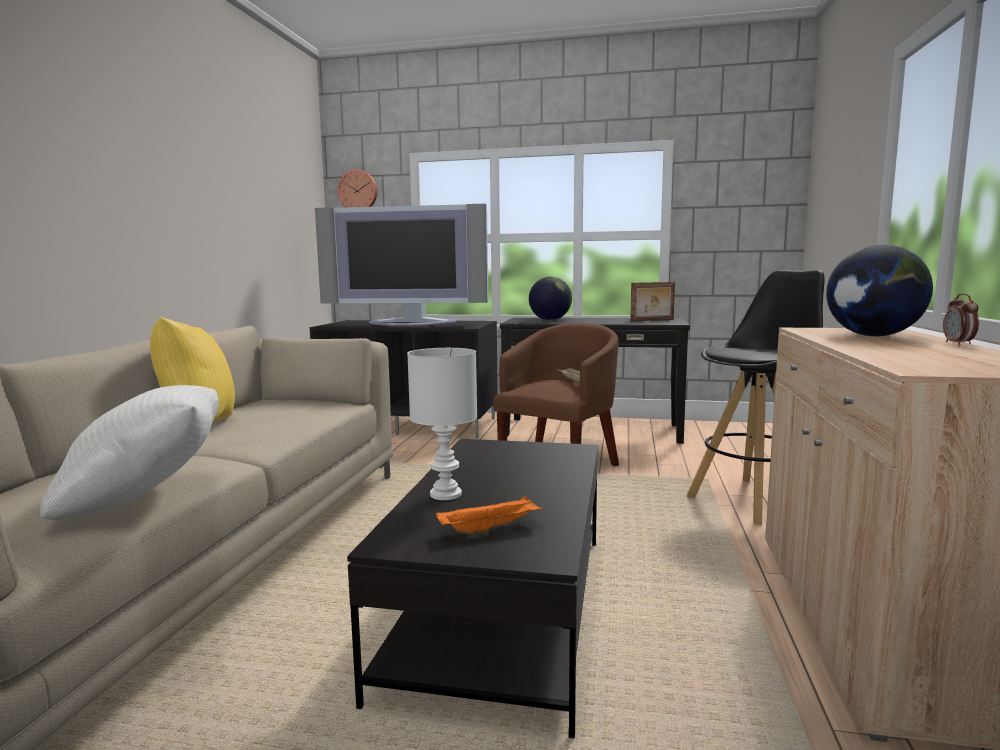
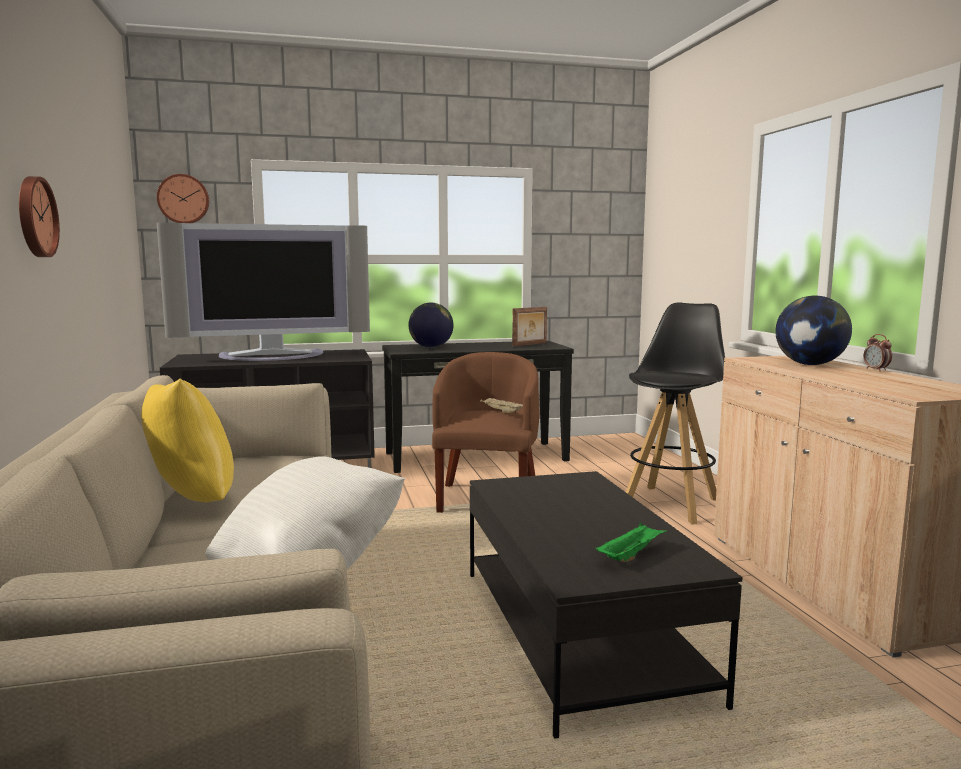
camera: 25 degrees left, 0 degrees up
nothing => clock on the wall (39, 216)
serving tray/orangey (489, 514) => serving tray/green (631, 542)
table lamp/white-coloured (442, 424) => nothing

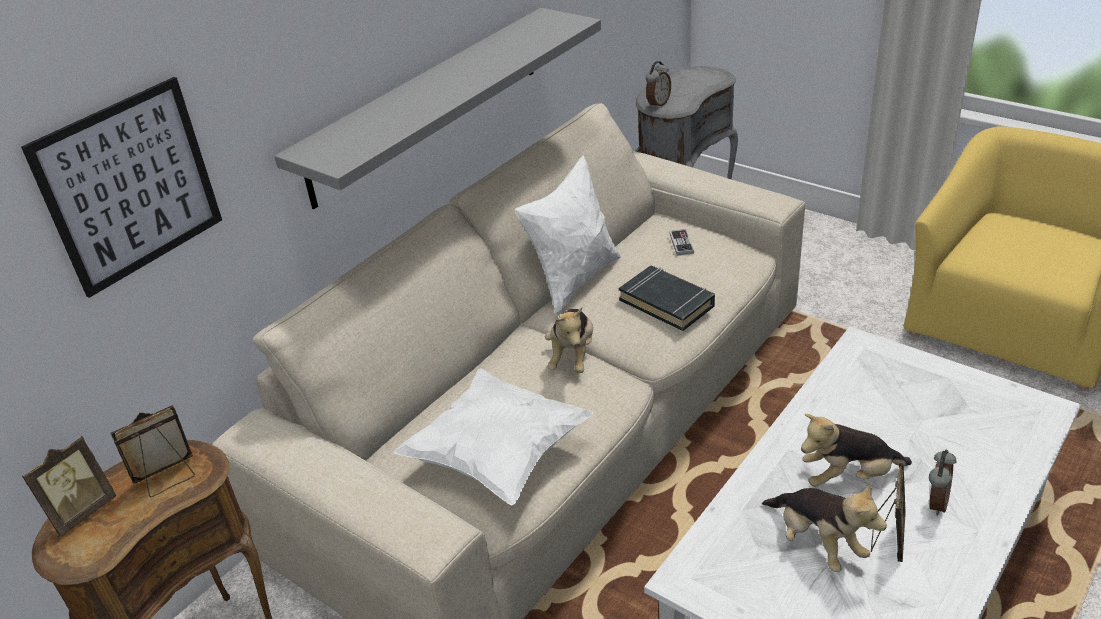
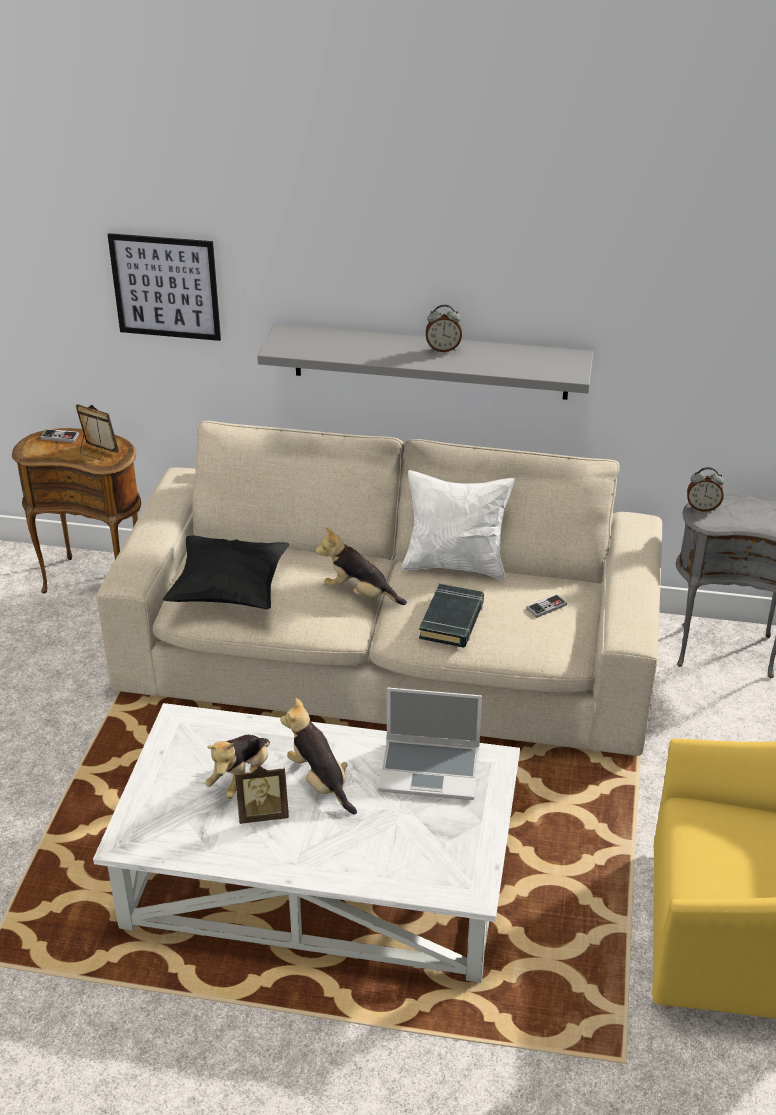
camera: 60 degrees right, 0 degrees up
picture frame (69, 486) => joypad (60, 436)
pillow/white-coloured (493, 436) => pillow/blackish (226, 572)
plush toy (569, 340) => plush toy (361, 566), 45 degrees clockwise
nothing => portable computer (430, 743)
table clock (942, 483) => table clock (444, 328), relocated

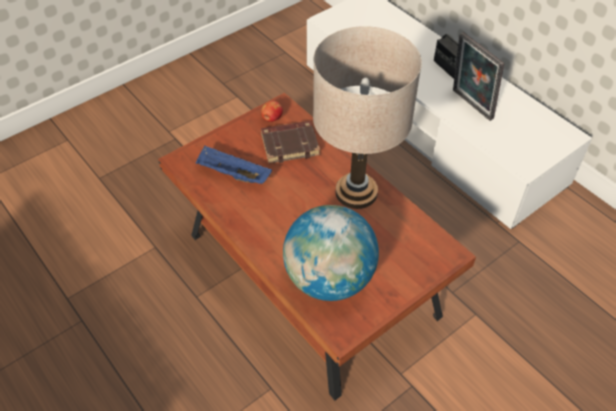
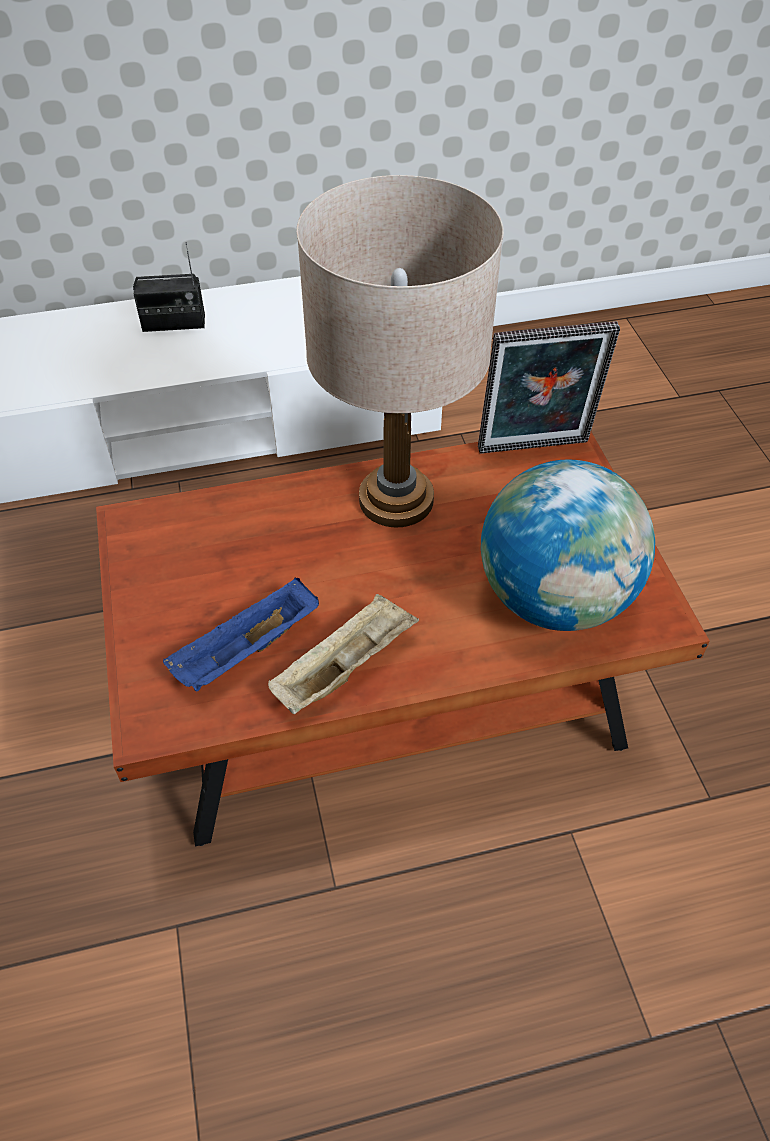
camera: 65 degrees left, 0 degrees up
nothing => serving tray/beige-coloured (343, 654)
picture frame (478, 76) => picture frame (549, 387), relocated
apple (272, 111) => nothing
bound book/brown-coloured (290, 142) => nothing

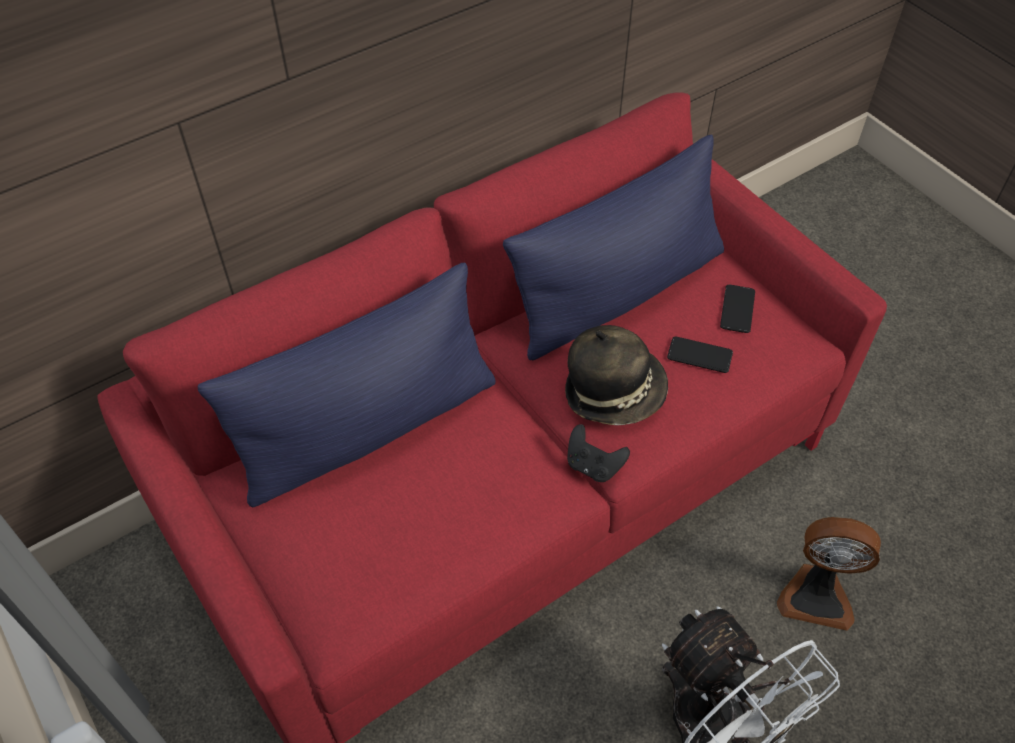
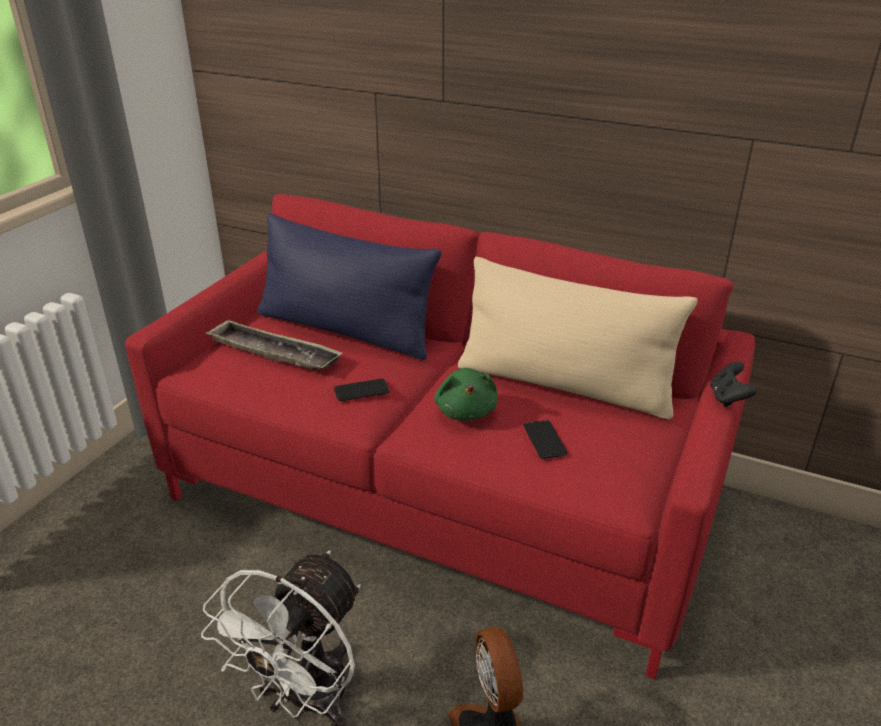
camera: 60 degrees right, 20 degrees down
nothing => serving tray (274, 345)
handset (737, 309) => handset (362, 390), relocated
wearable hat (616, 375) => plush toy/green (466, 394)
pillow/blue (613, 247) => pillow/beige-coloured (578, 338)
joypad/blackish (598, 453) => joypad/blackish (733, 384), relocated

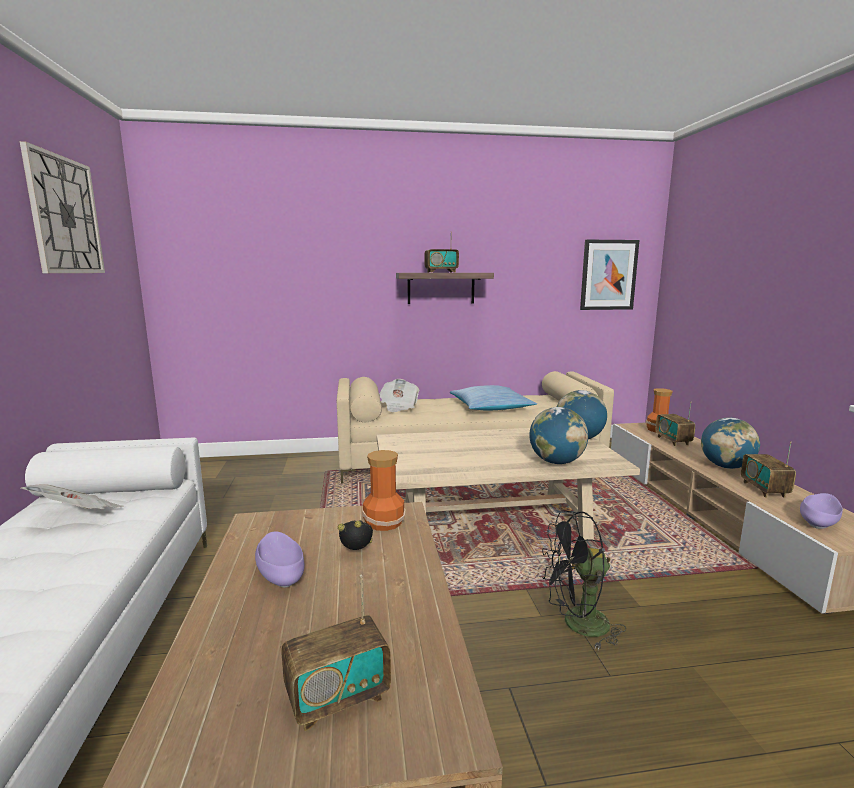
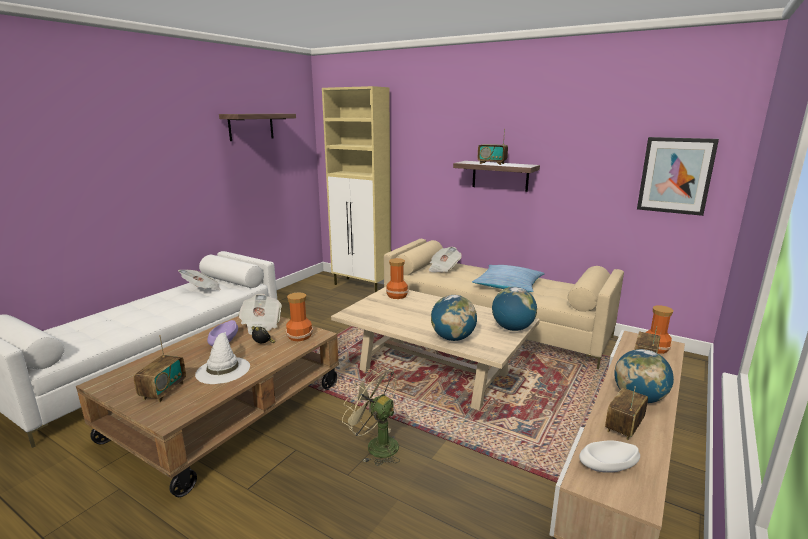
camera: 40 degrees right, 5 degrees up
radio set (336, 653) => radio set (160, 368), 90 degrees counterclockwise
nothing => wearable hat/white-coloured (222, 358)
clock on the wall (62, 207) => shelf (257, 127)
nothing => daily paper (260, 314)
nothing => cabinet/beige-coloured (356, 189)
fan/blackish (584, 580) => fan/beige-coloured (371, 415)
nothing => decorative vase (397, 278)
bowl/purple (821, 511) => bowl/white-coloured (609, 457)

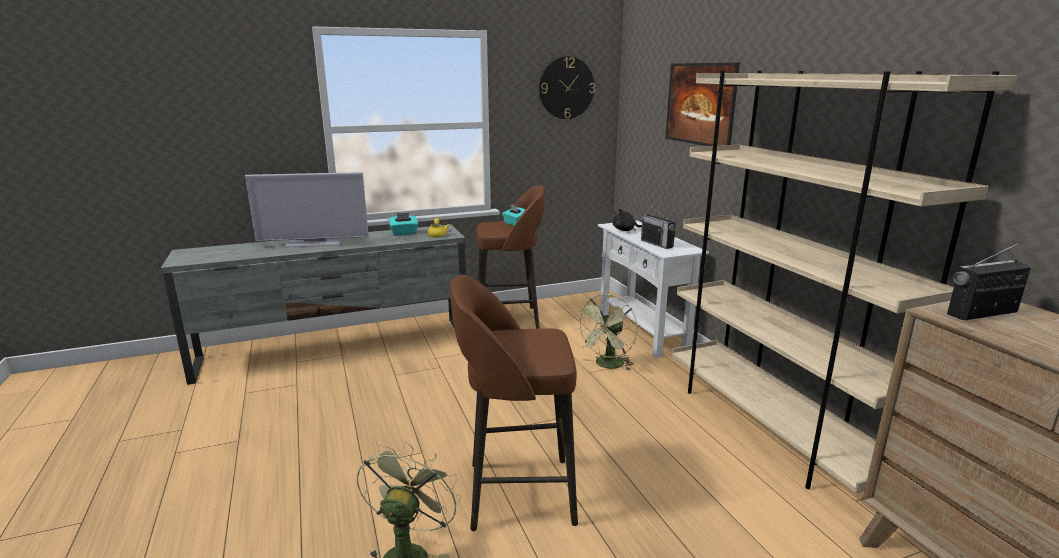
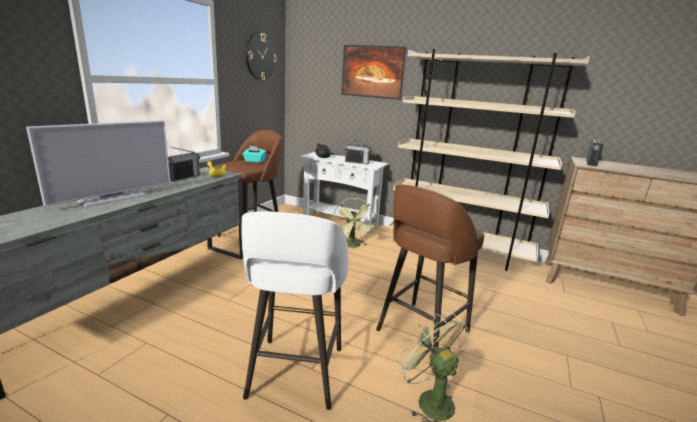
camera: 45 degrees left, 0 degrees up
tissue box/turquoise-coloured (403, 224) => radio set (184, 164)
nothing => stool/white-coloured (295, 310)

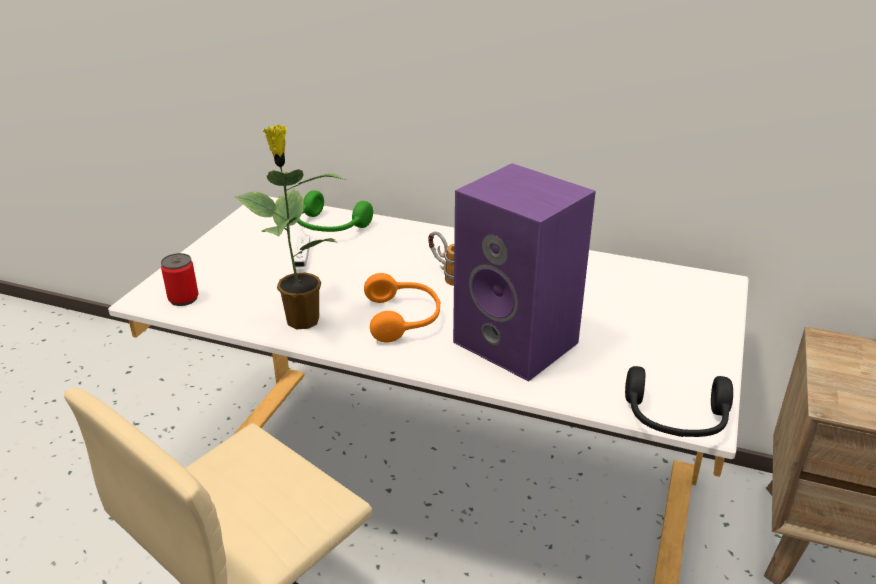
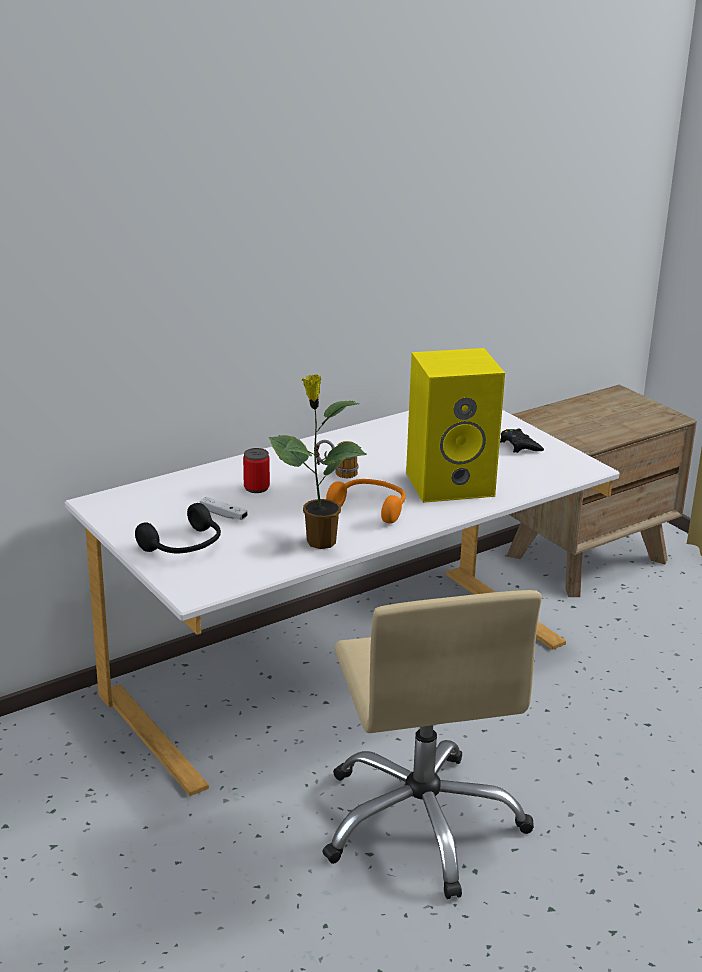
camera: 55 degrees left, 5 degrees down
headphones/blackish (679, 401) => headphones/blackish (178, 528), relocated
sealed can (179, 279) => sealed can (256, 470), relocated
speaker/purple (524, 272) => speaker/yellow-coloured (455, 425)
nothing => joypad/blackish (522, 441)
headphones/green (335, 211) => nothing

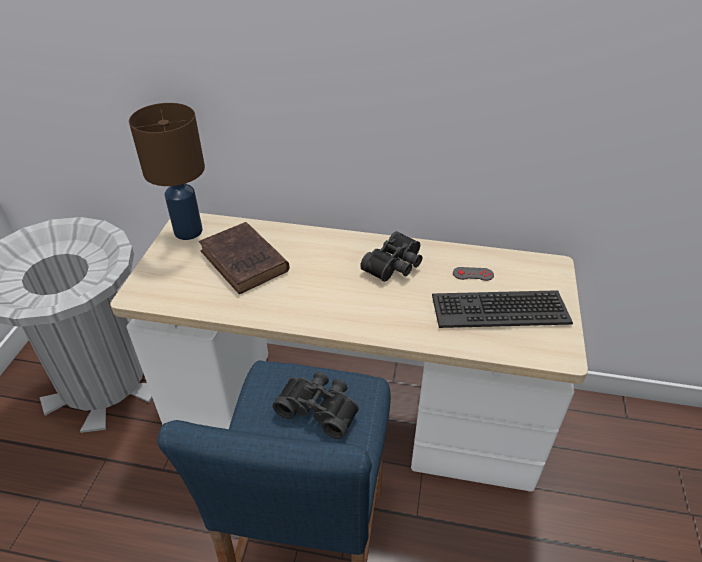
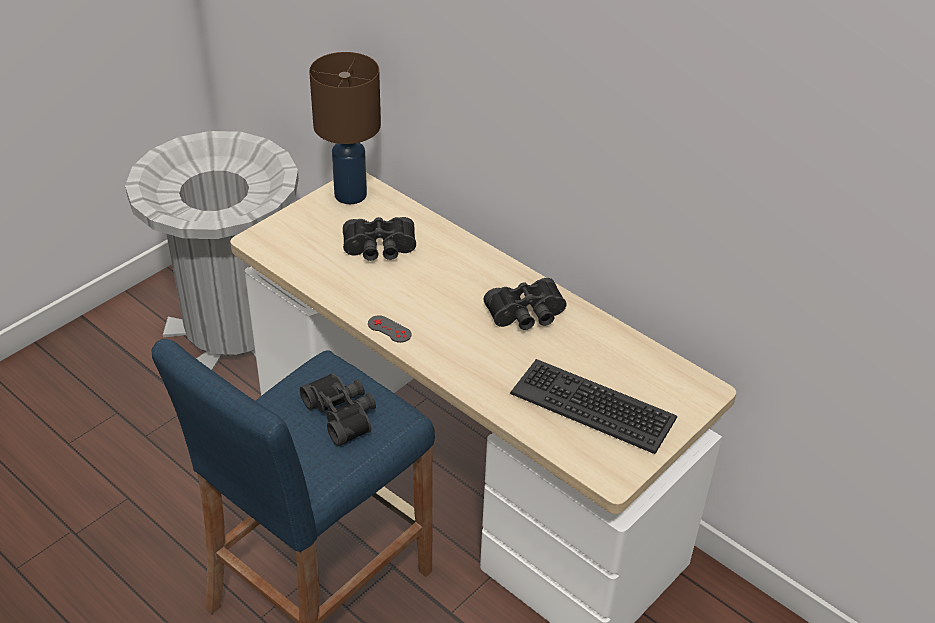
camera: 30 degrees right, 0 degrees up
bound book/brown-coloured (244, 258) => field glasses/blackish (379, 239)
joypad/greyish (473, 274) => joypad/greyish (389, 329), relocated

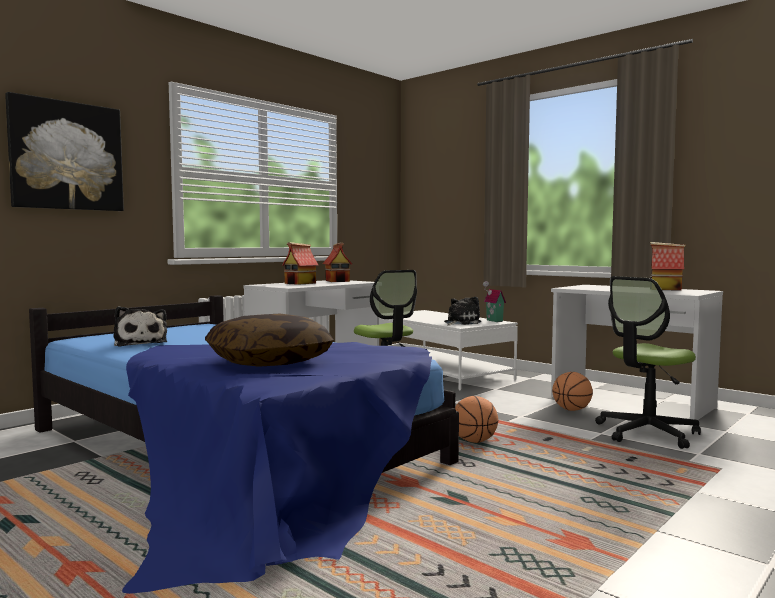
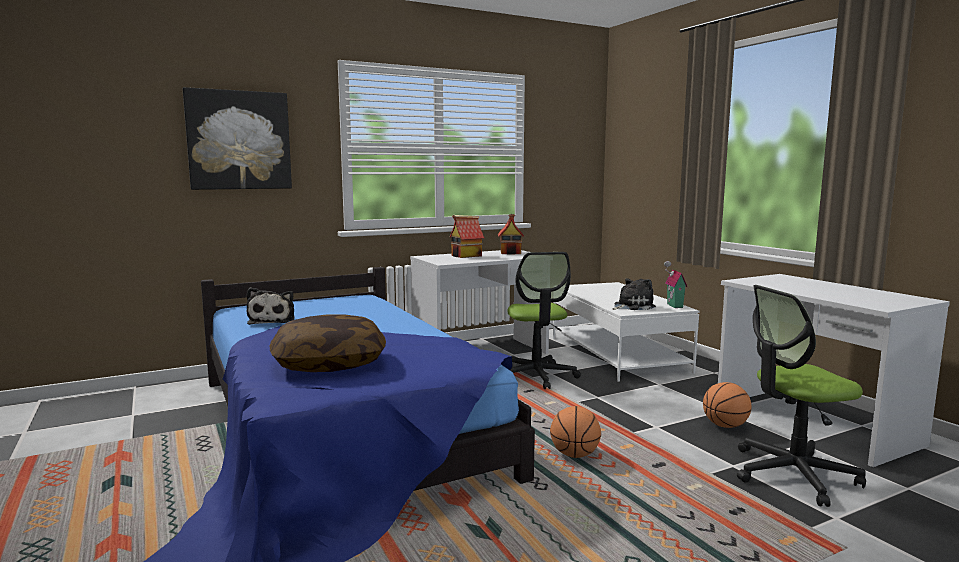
camera: 20 degrees right, 5 degrees up
miniature house (667, 266) => nothing

